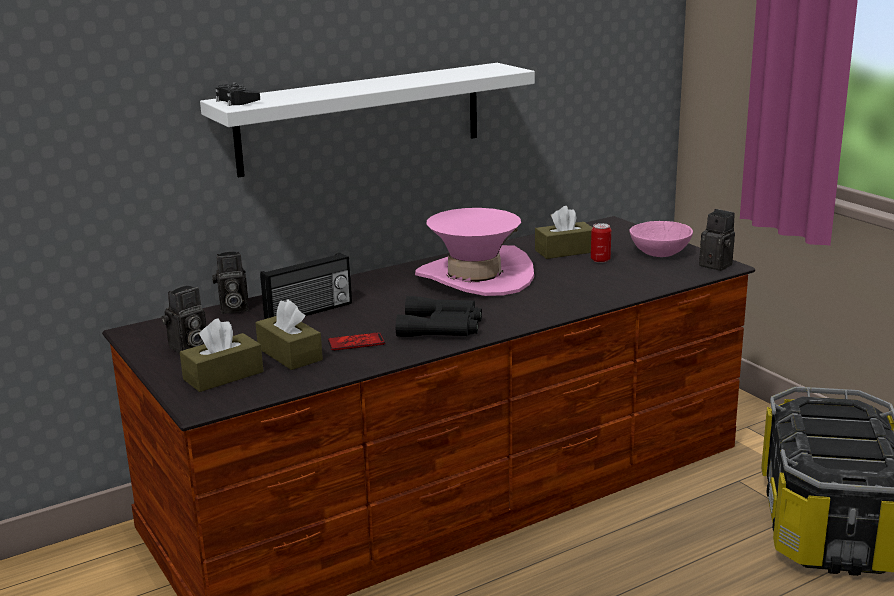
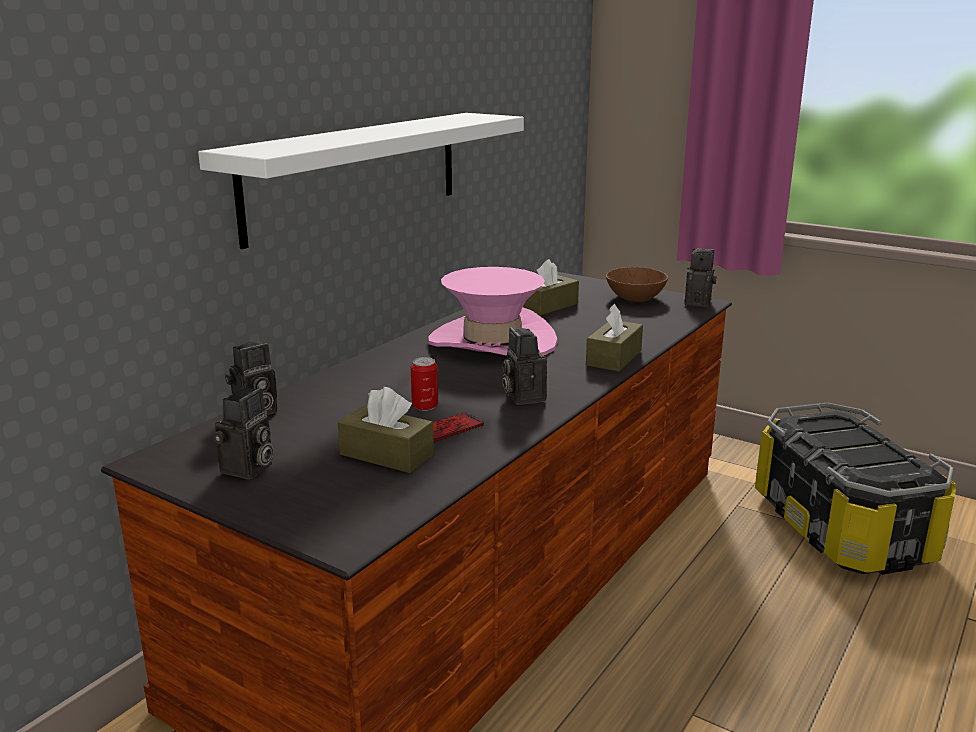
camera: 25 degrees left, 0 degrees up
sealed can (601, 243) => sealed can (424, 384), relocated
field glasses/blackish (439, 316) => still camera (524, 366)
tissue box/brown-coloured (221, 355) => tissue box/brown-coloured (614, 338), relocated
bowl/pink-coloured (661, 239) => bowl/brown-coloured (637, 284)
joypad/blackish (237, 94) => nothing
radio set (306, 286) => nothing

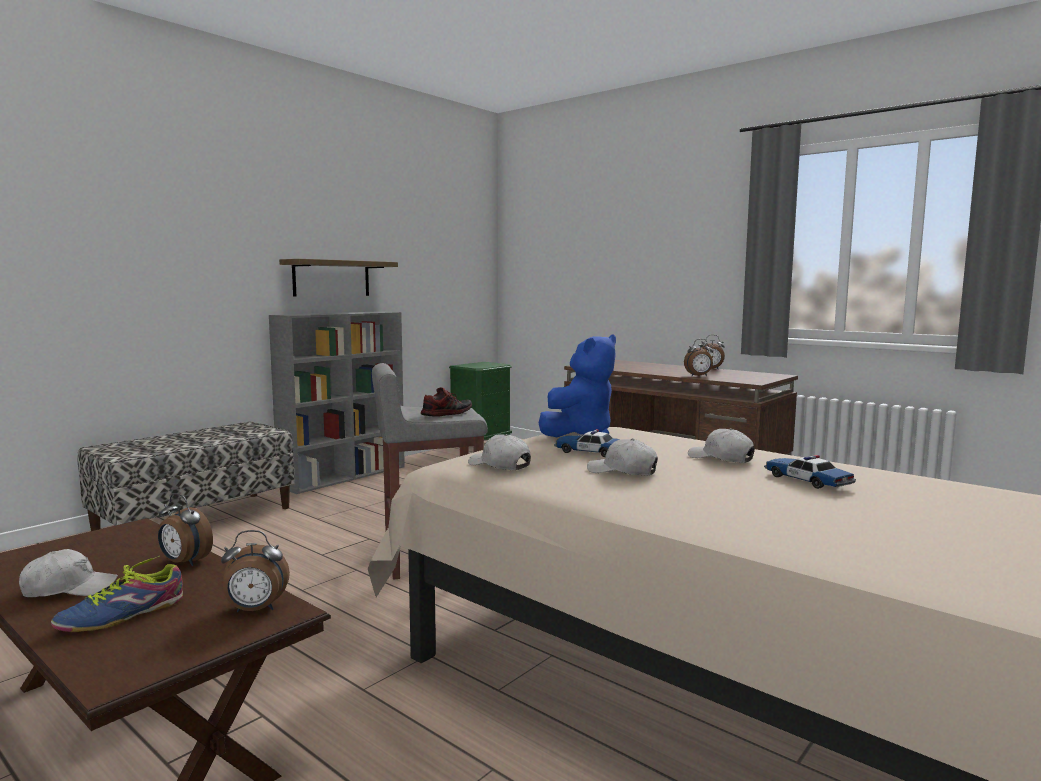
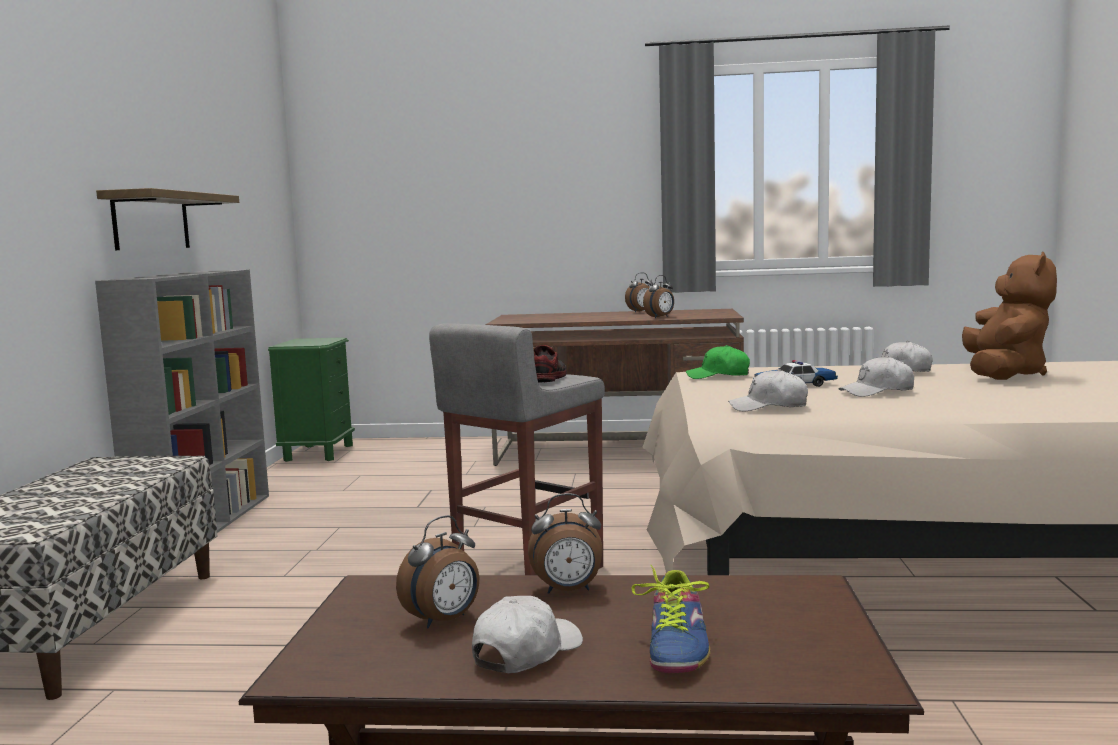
camera: 35 degrees left, 0 degrees up
table clock (255, 571) => table clock (437, 572), relocated
plush toy/blue (577, 385) => cap/green (718, 362)
model car (810, 472) => plush toy/brown-coloured (1009, 316)

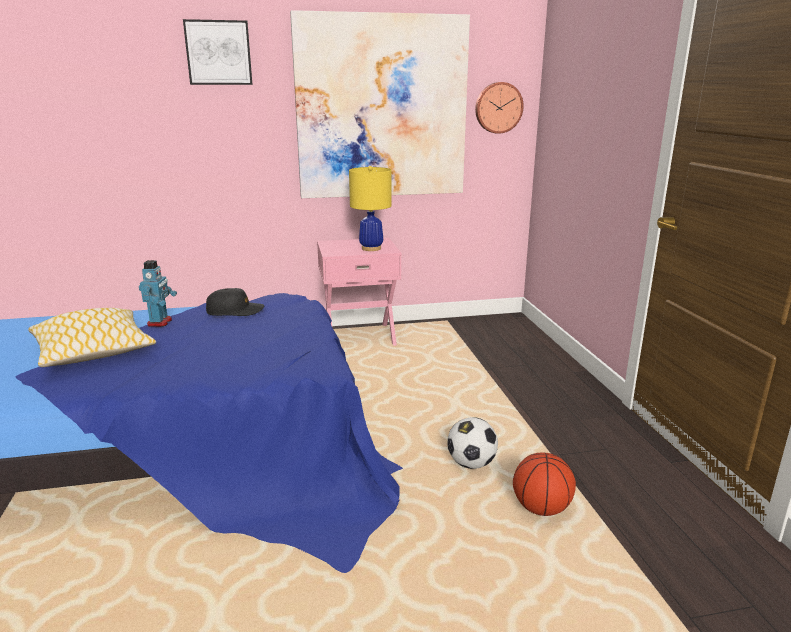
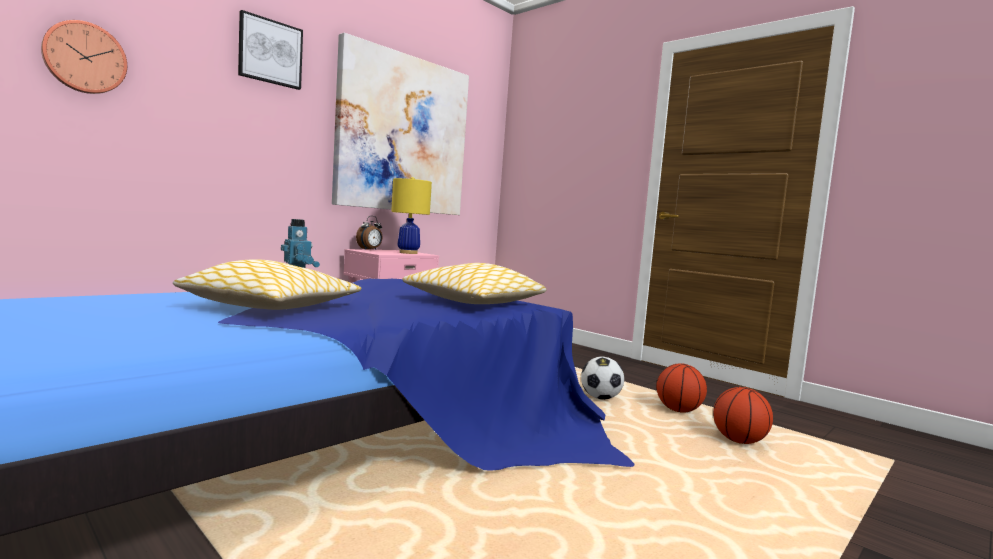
camera: 35 degrees left, 15 degrees down
clock on the wall (499, 108) => clock on the wall (84, 57), relocated
nothing => table clock (369, 233)
nothing => pillow (474, 283)
nothing => ball for basketball (743, 415)
cap/blackish (235, 302) => nothing

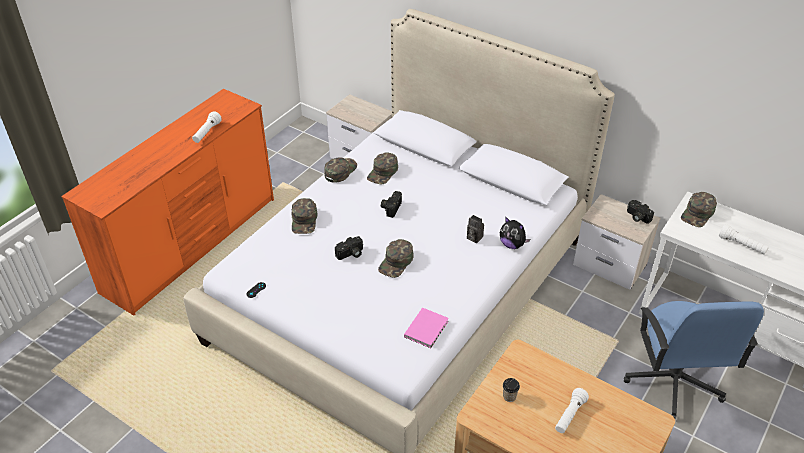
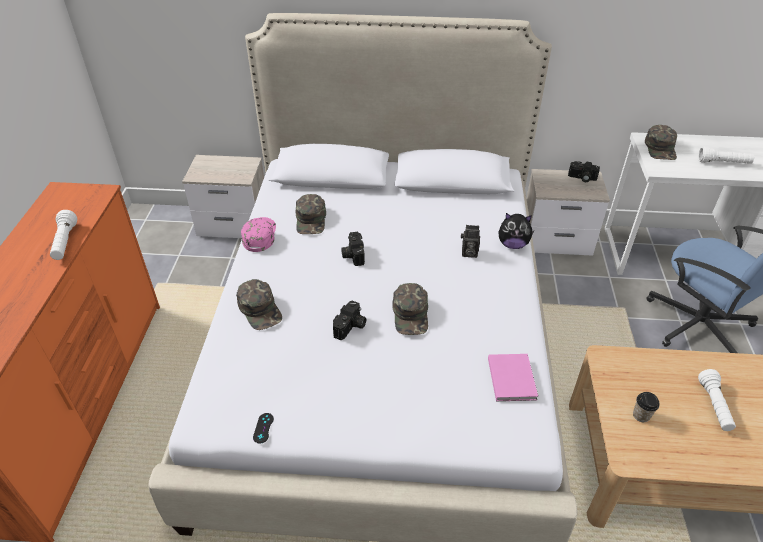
camera: 30 degrees left, 0 degrees up
cap/green (340, 170) => cap/pink-coloured (258, 234)

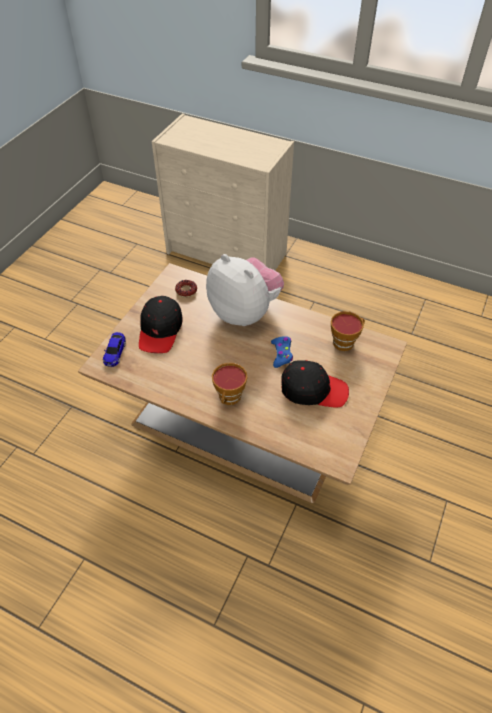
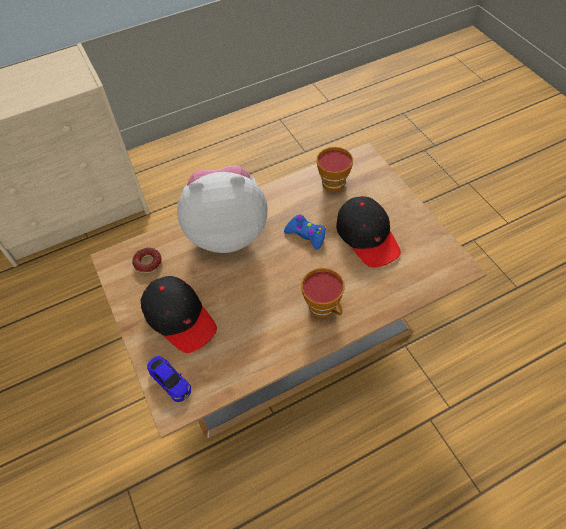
camera: 50 degrees left, 5 degrees up
cap/blackish (315, 384) => cap/blackish (368, 232), 105 degrees clockwise

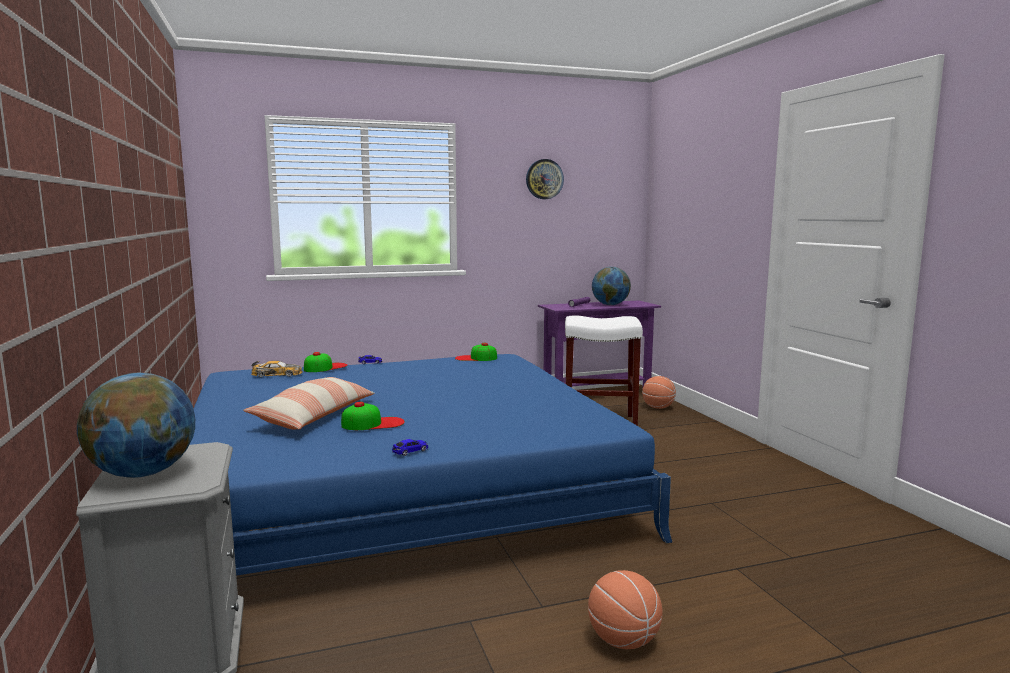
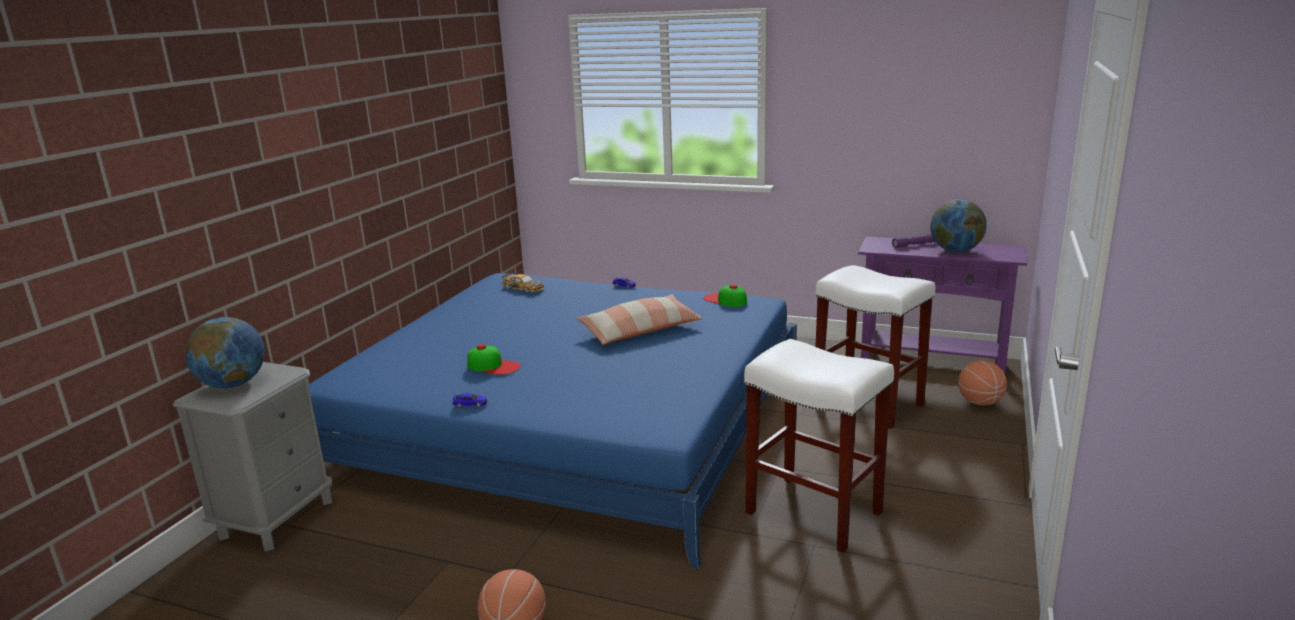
camera: 40 degrees right, 10 degrees up
pillow (309, 403) => pillow (639, 319), relocated
nothing => stool/white-coloured (819, 446)
cap (326, 362) => nothing
clock on the wall (545, 179) => nothing

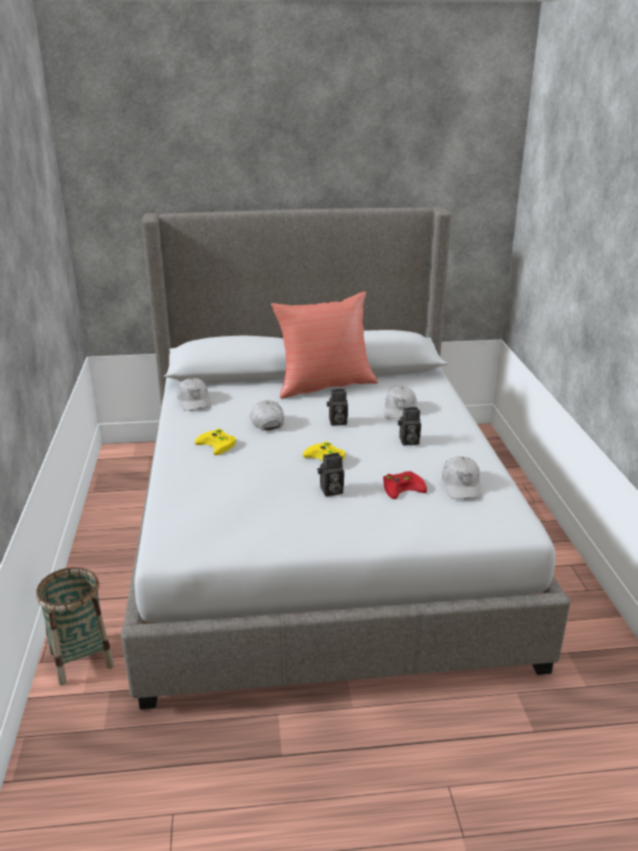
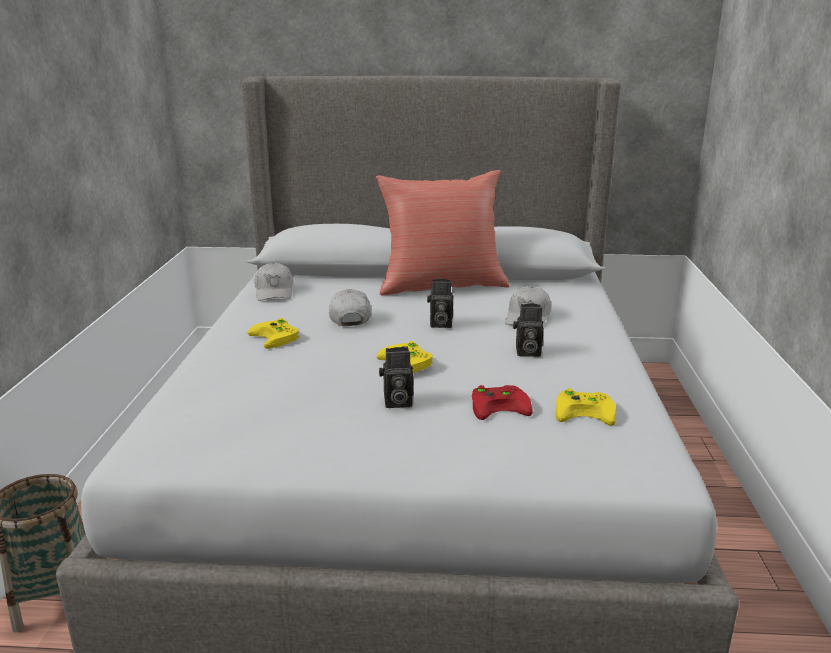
camera: 10 degrees right, 5 degrees down
cap/white-coloured (462, 477) => joypad/yellow-coloured (585, 407)

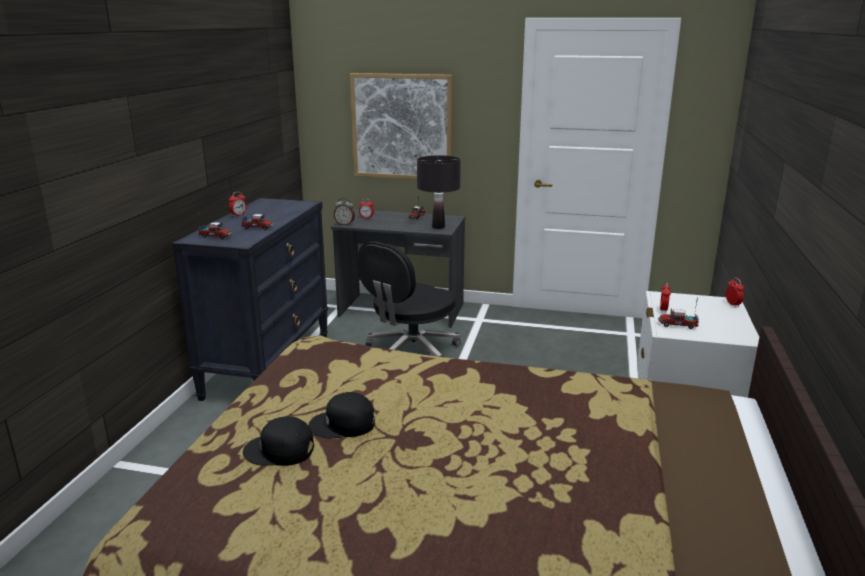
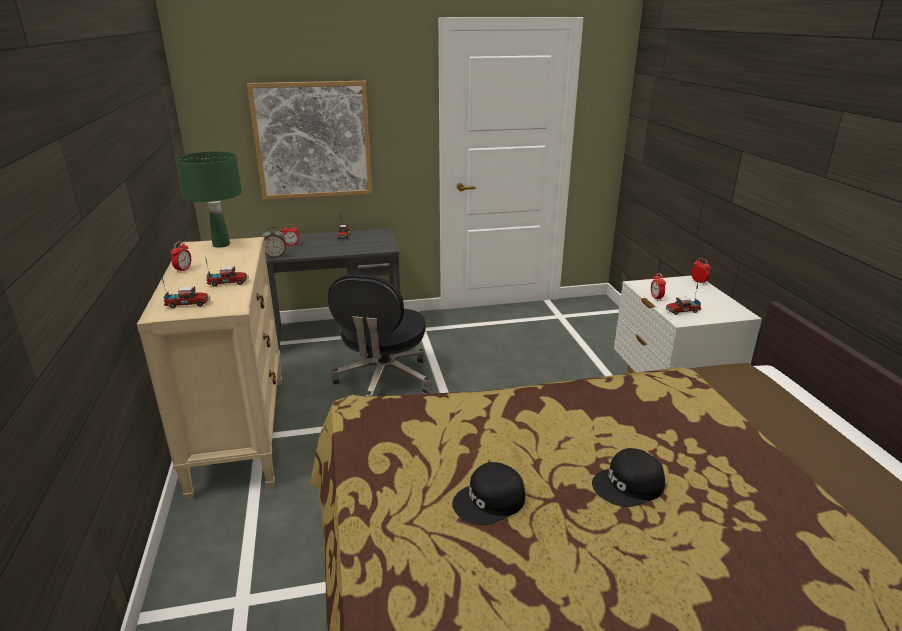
camera: 25 degrees left, 5 degrees up
drawer chest/blackish (250, 299) => drawer chest/beige-coloured (209, 368)
nothing => table lamp/green (208, 199)
cap/blackish (278, 441) => cap/blackish (628, 477), relocated
table lamp/blackish (439, 192) => nothing

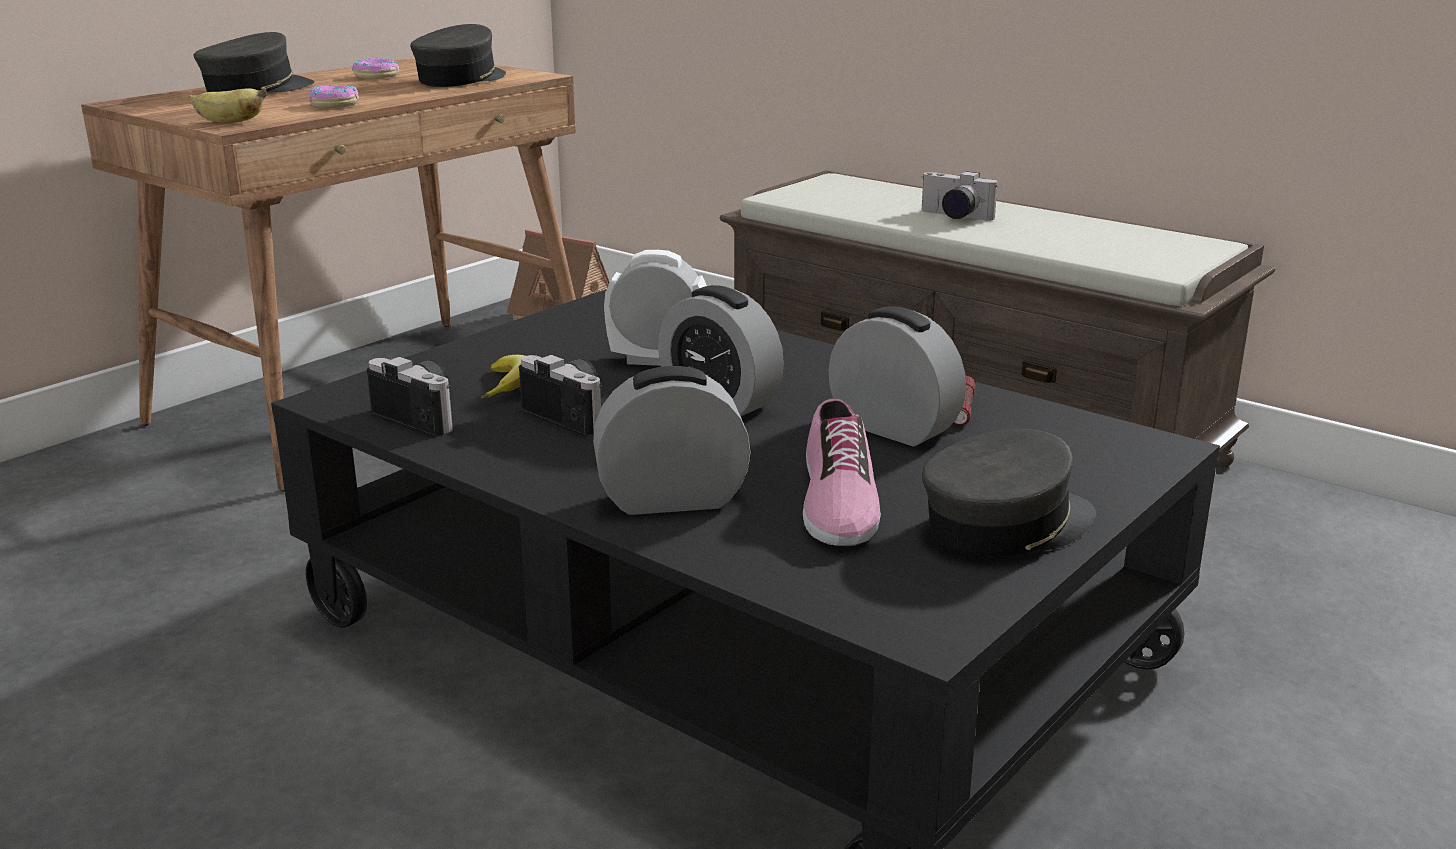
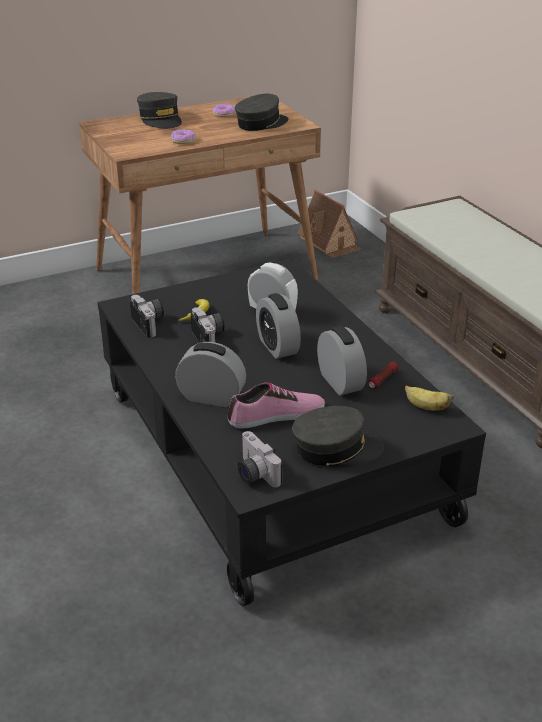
camera: 25 degrees right, 10 degrees up
cap/greyish (254, 62) => cap/greyish (159, 110), 90 degrees clockwise
low shoe (842, 472) => low shoe (276, 406), 135 degrees counterclockwise
still camera (960, 195) => still camera (260, 459), relocated
whole banana (228, 105) => whole banana (429, 398), relocated

